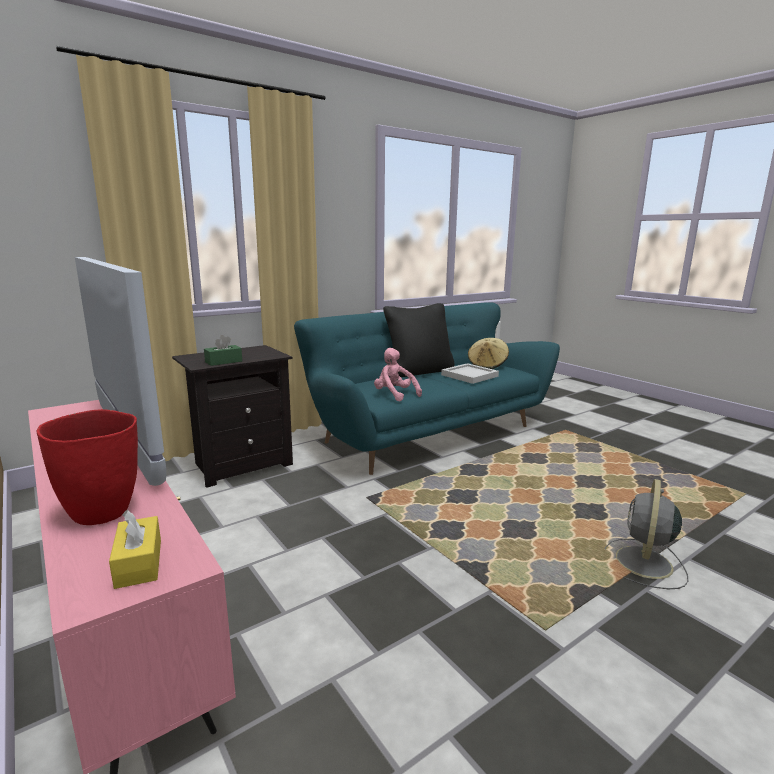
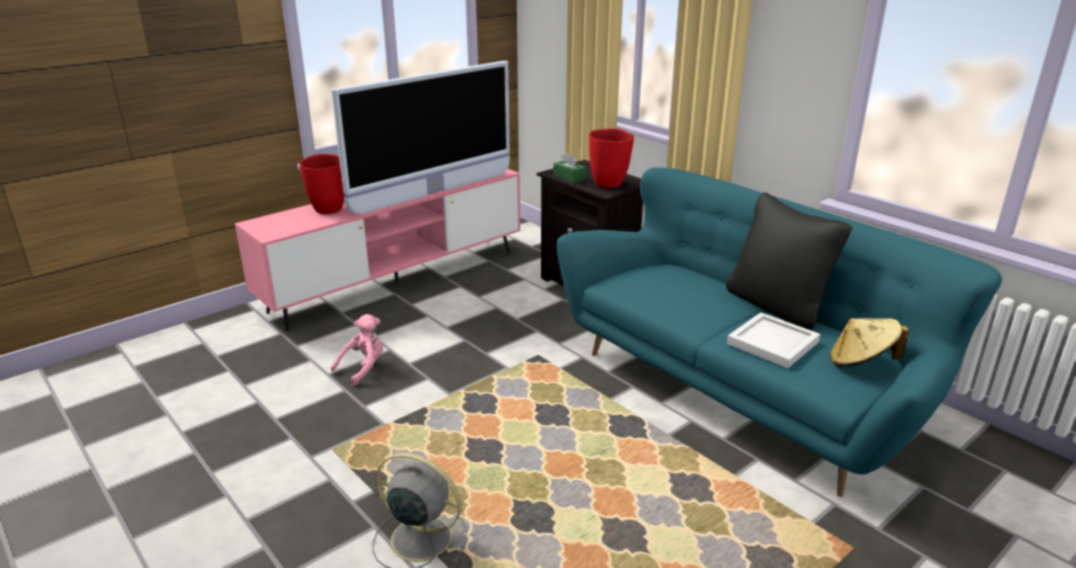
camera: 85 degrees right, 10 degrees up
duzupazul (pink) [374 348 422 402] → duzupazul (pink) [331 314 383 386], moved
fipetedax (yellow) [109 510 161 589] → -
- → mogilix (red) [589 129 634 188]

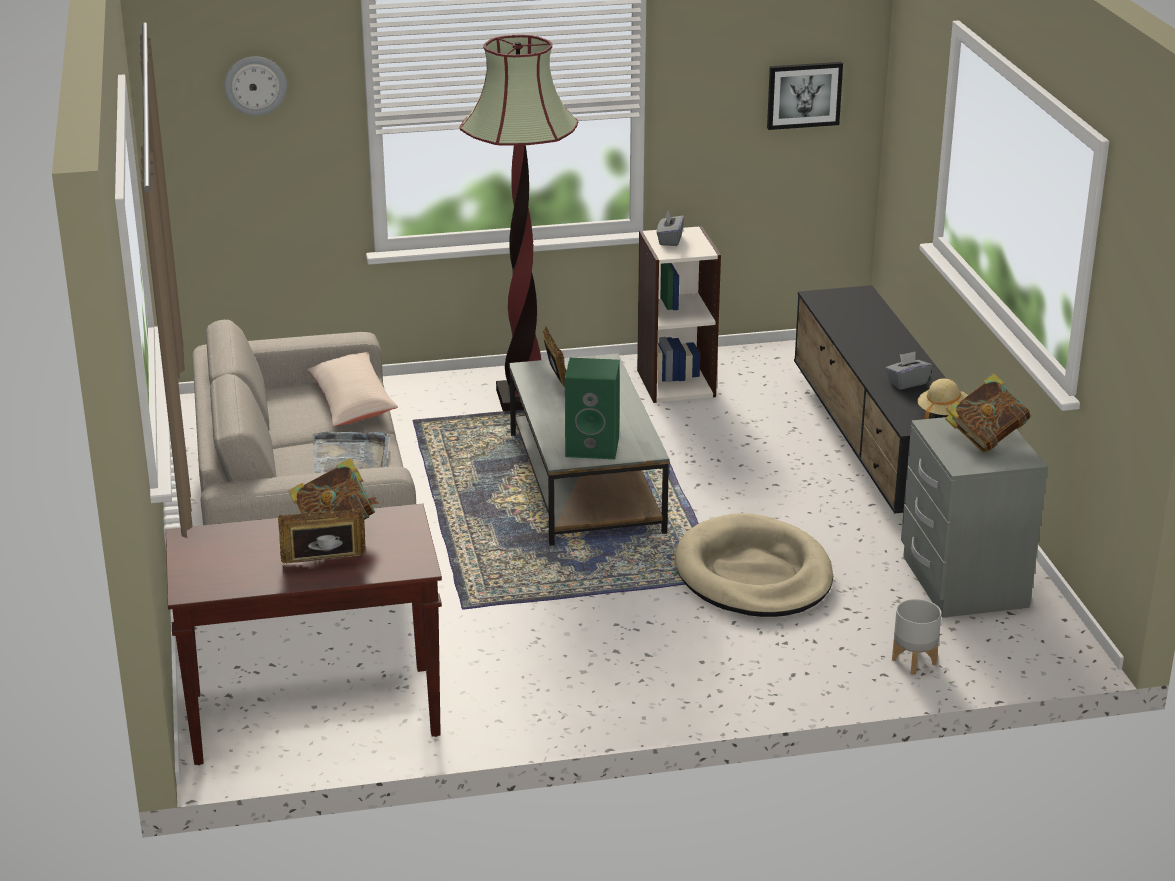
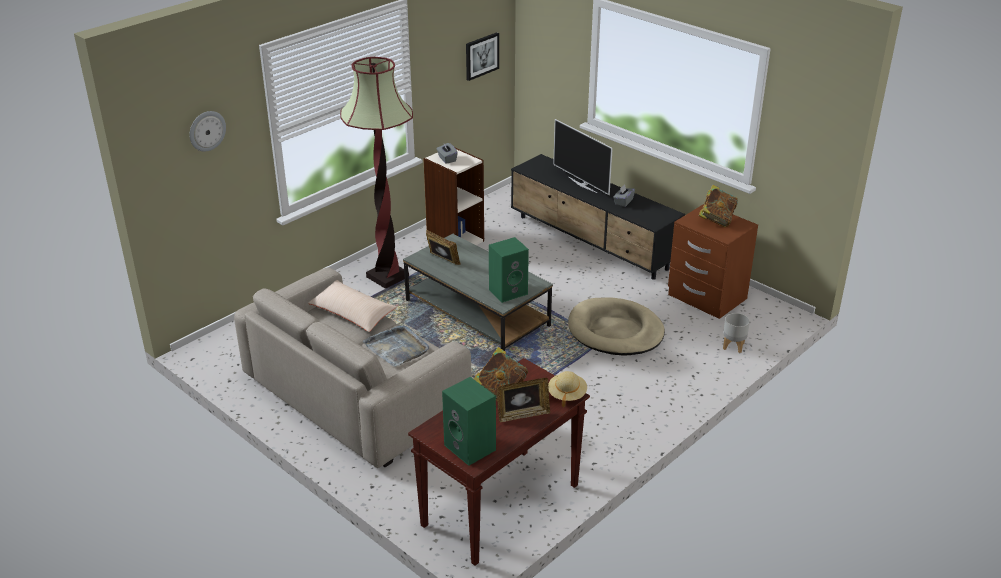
camera: 35 degrees left, 5 degrees up
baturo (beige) [917 378 968 419] → baturo (beige) [548 371 587 407], moved
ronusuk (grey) [901 417 1048 618] → ronusuk (brown) [668 204 758 319]
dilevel [278 508 365 564] → dilevel [497 378 550 422], 150 degrees counterclockwise
- → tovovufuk [553 119 613 195]
- → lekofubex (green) [442 377 496 466]

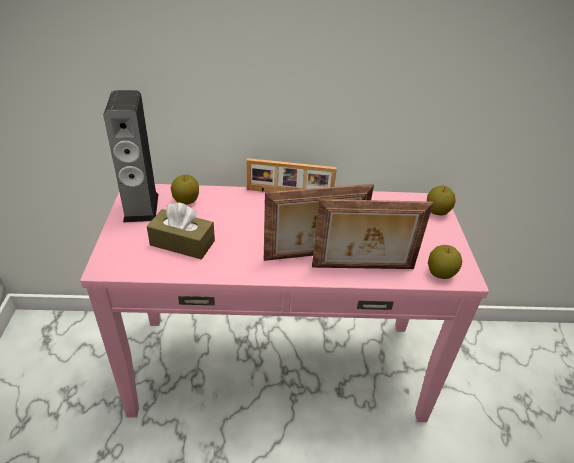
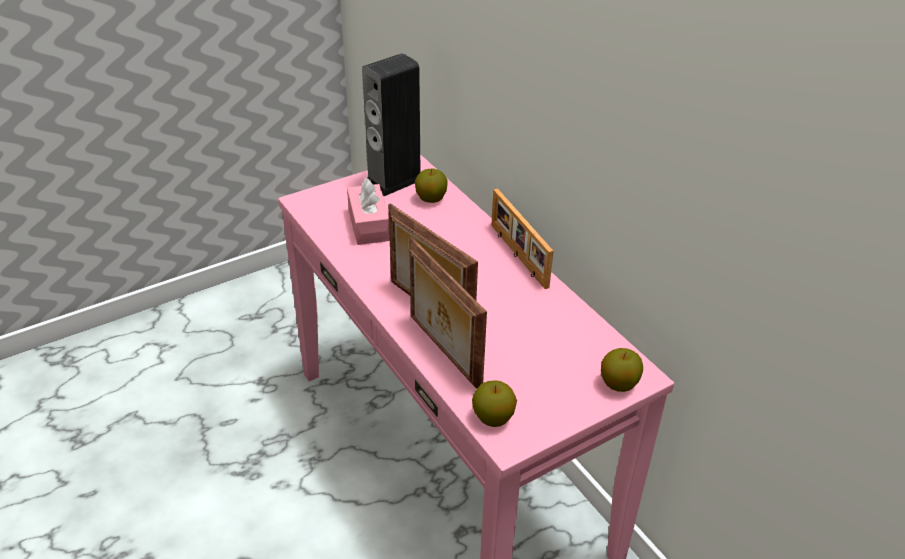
camera: 60 degrees right, 0 degrees up
fipetedax (brown) [147 202 215 259] → fipetedax (pink) [347 178 390 245]

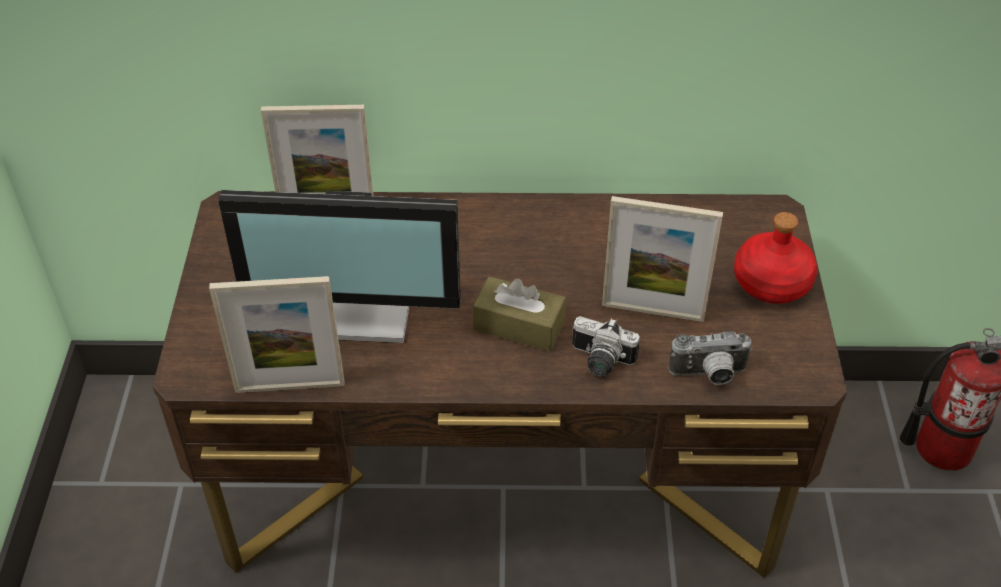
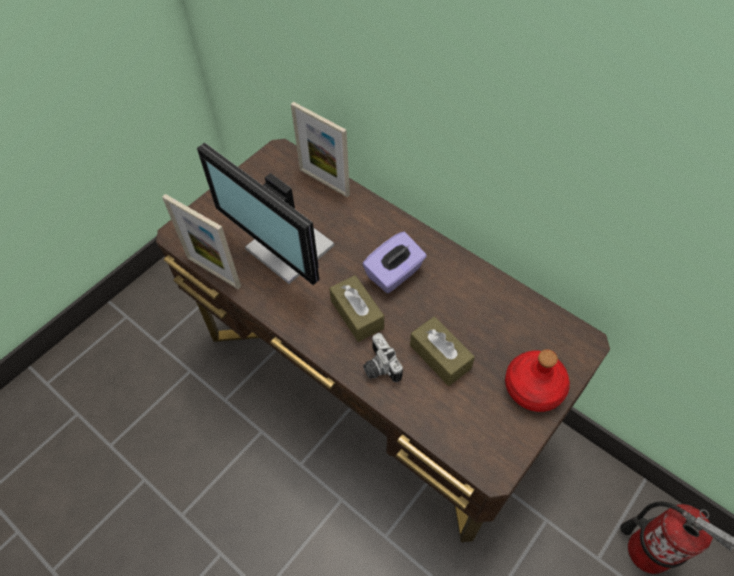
camera: 40 degrees right, 10 degrees up
dilevel [602 196 723 322] → fipetedax (brown) [410 316 475 386]
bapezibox [668 331 753 385] → -
- → fipetedax (purple) [362 231 427 293]

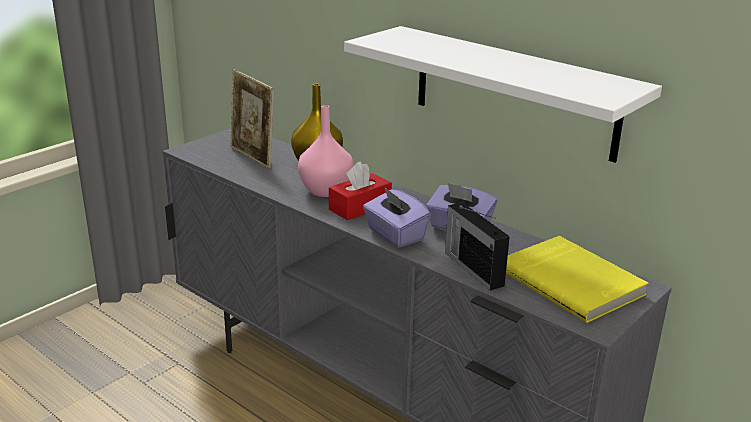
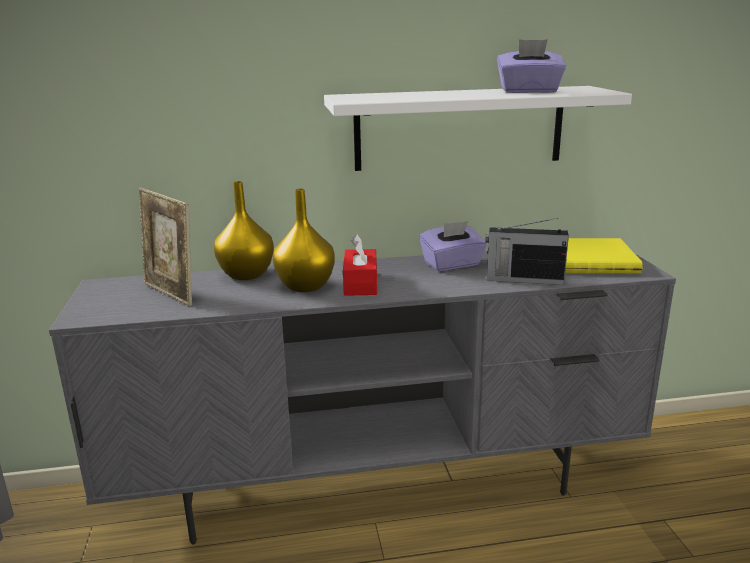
camera: 50 degrees left, 5 degrees down
dilevel [230 69 274 169] → dilevel [139 188 192 306], 45 degrees clockwise
mogilix (pink) [298 105 354 197] → mogilix (yellow) [273 189 335 292]
fipetedax (purple) [363 187 431 248] → fipetedax (purple) [497 39 566 93], moved

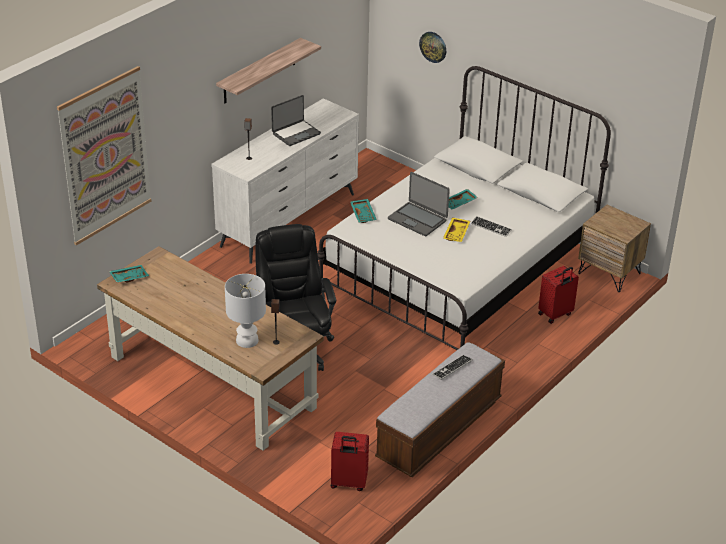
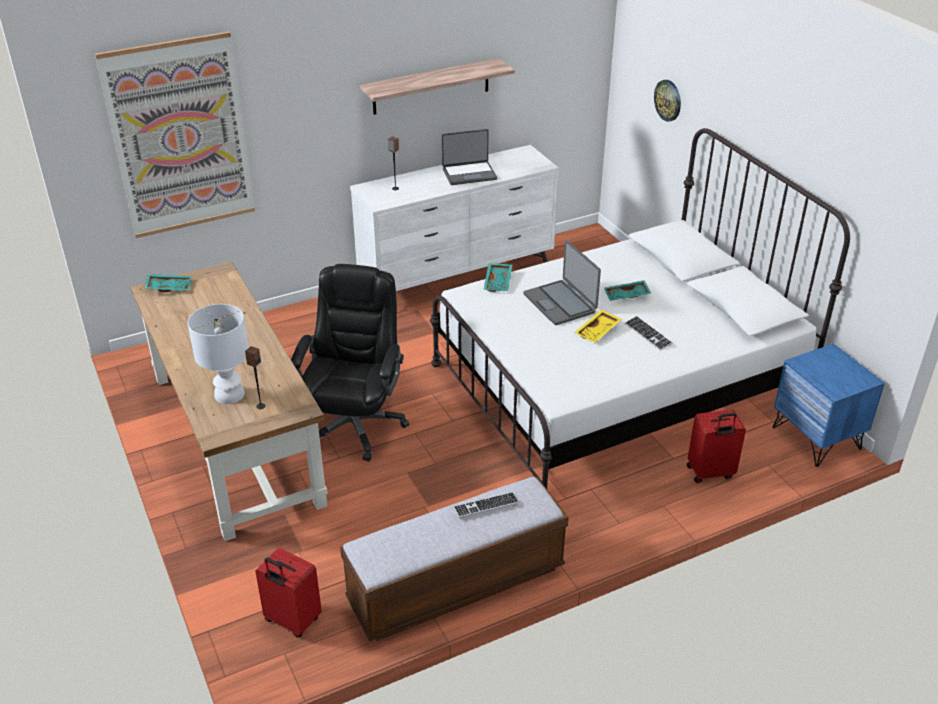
camera: 25 degrees right, 0 degrees up
ronusuk (brown) [578 205 651 292] → ronusuk (blue) [772 344 885 467]

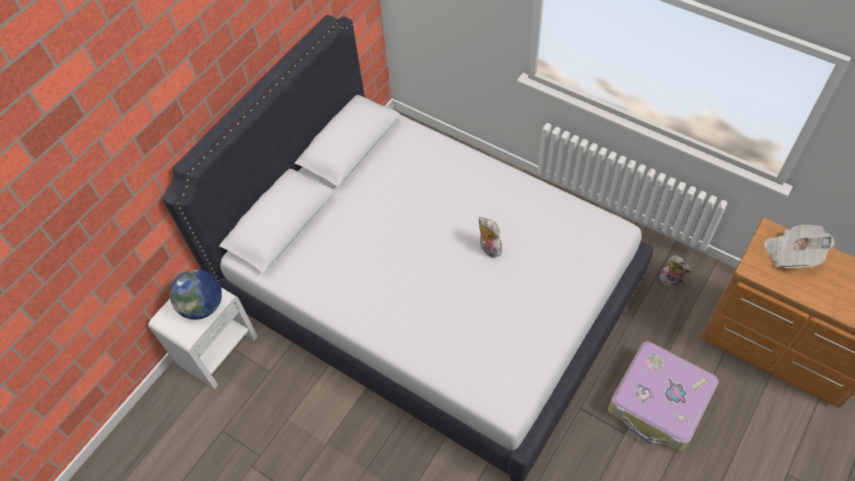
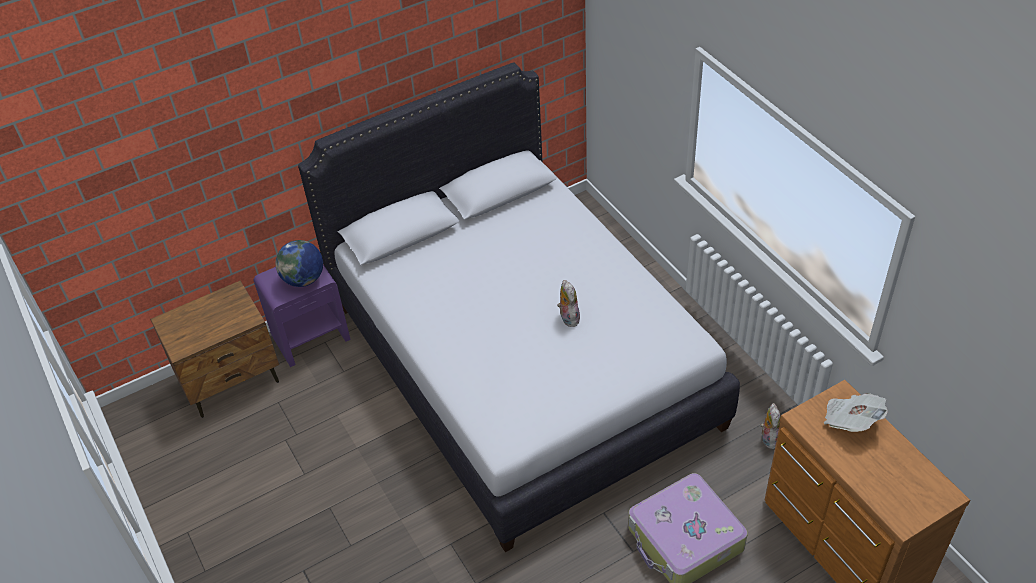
camera: 25 degrees right, 10 degrees down
duzupazul [660 255 692 289] → duzupazul [760 403 781 449], 150 degrees counterclockwise
ronusuk (white) [148 287 258 389] → ronusuk (purple) [253 265 351 367]
- → ronusuk (brown) [150 280 279 418]

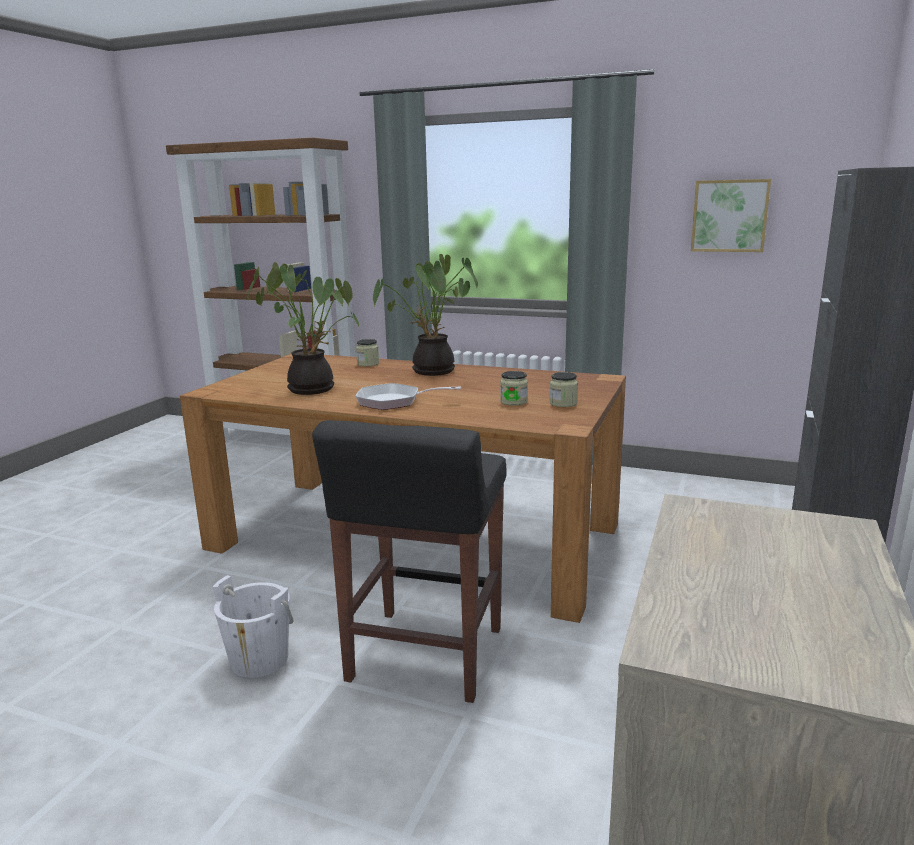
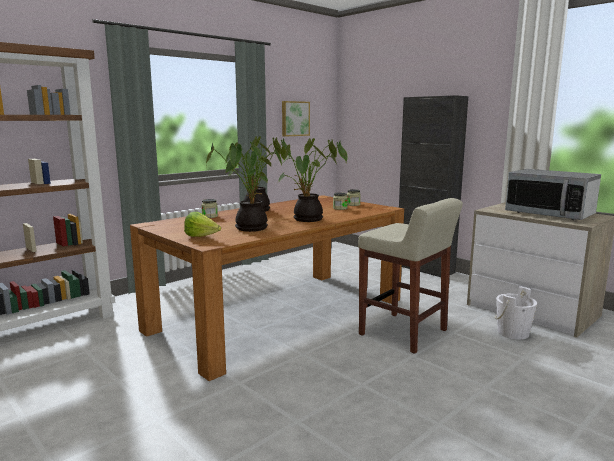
camera: 65 degrees left, 5 degrees down
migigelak [355 383 461 410] → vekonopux [278 138 348 222]
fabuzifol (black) [312 420 507 703] → fabuzifol (beige) [358 198 463 353]
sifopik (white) [213 575 293 678] → sifopik (white) [495 286 537 340], moved
- → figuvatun [505 169 601 220]
- → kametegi [184 212 221 237]

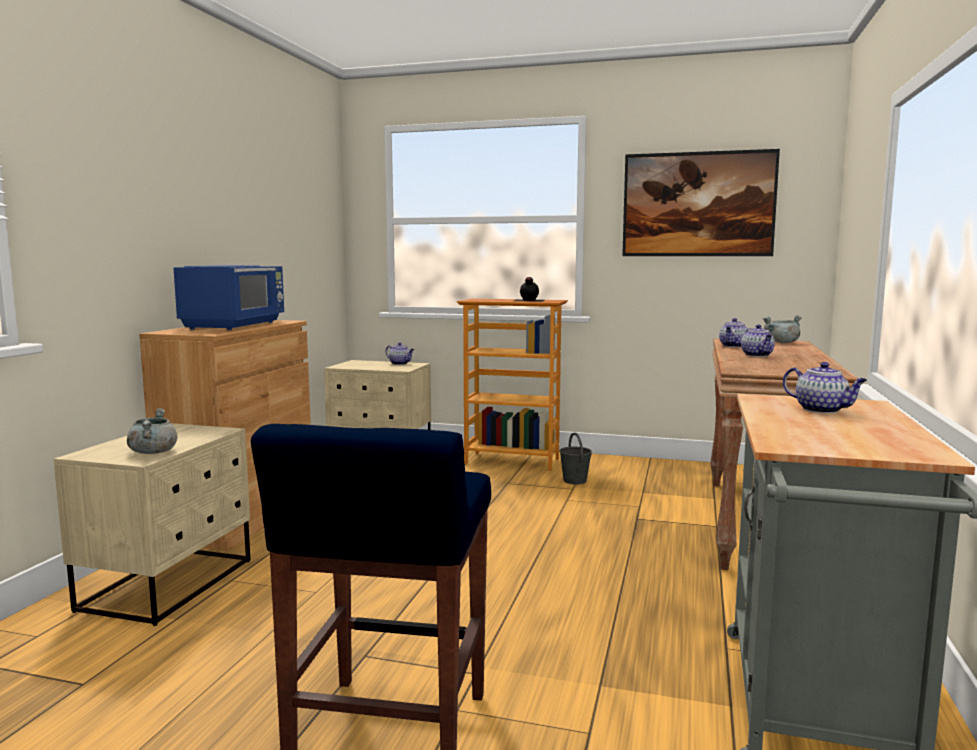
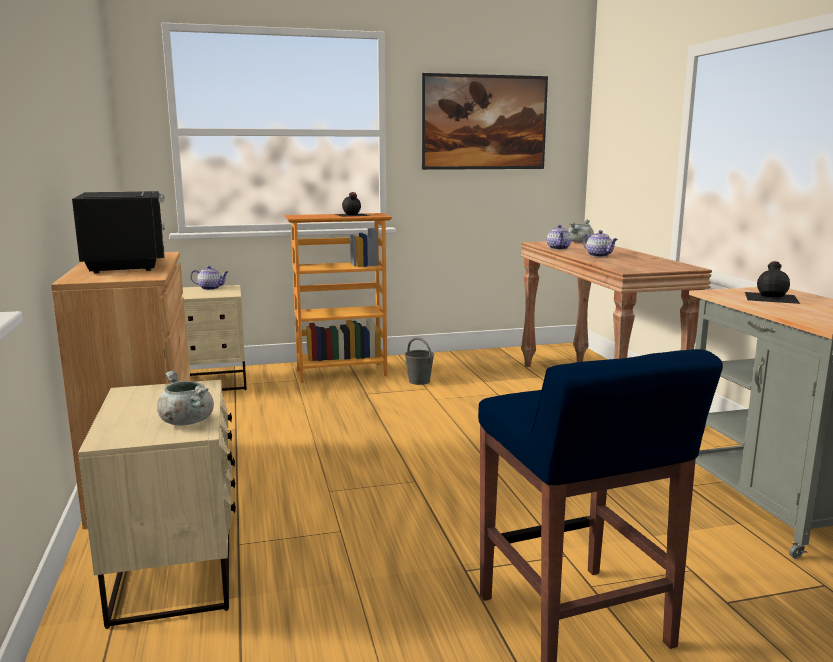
camera: 30 degrees left, 5 degrees up
figuvatun (blue) [173 265 284 330] → figuvatun (black) [72 191 165 273]
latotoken [783 362 867 413] → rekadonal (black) [745 261 800 304]

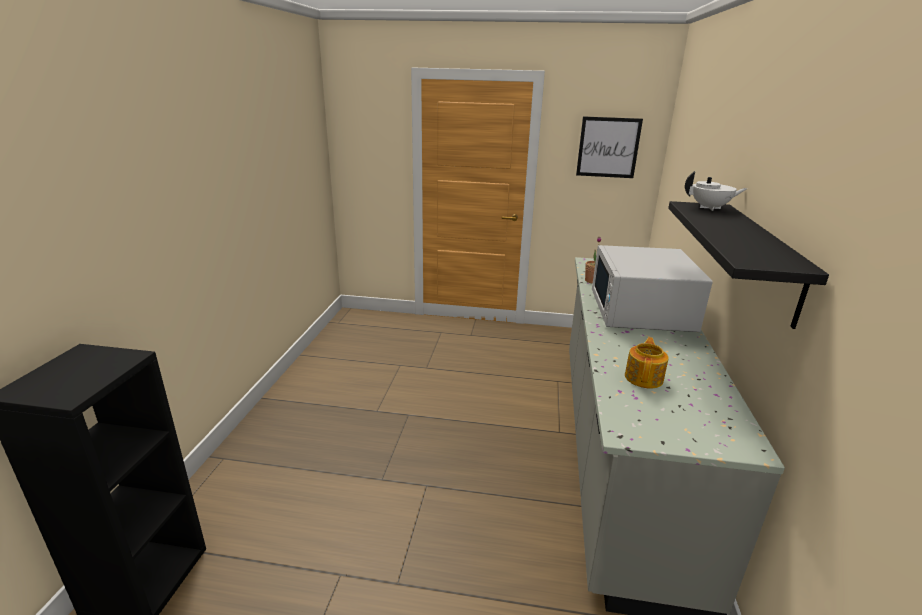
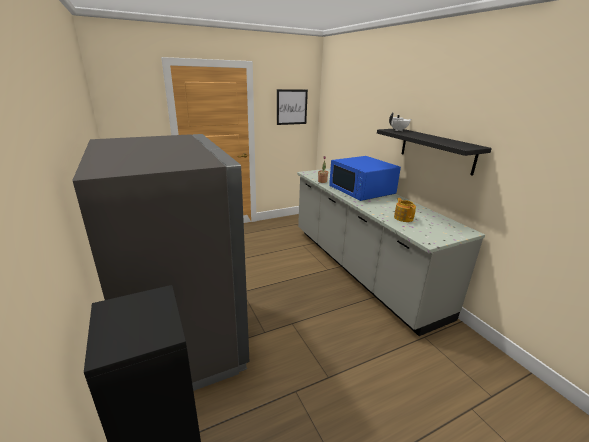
camera: 35 degrees left, 0 degrees up
figuvatun (white) [592 245 712 332] → figuvatun (blue) [329 156 401 201]
- → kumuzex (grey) [73 134 249 391]

